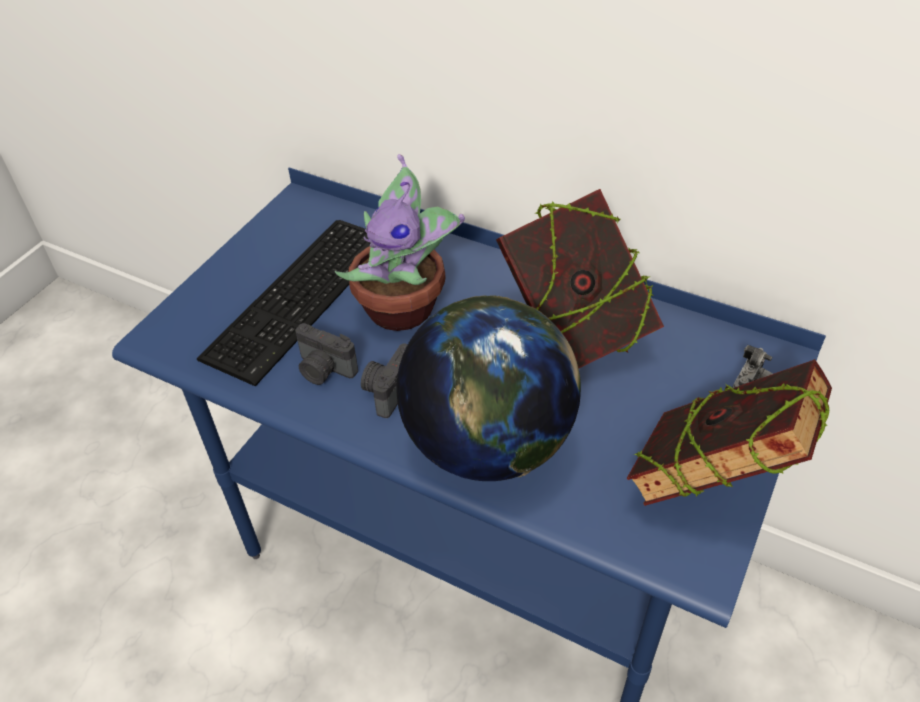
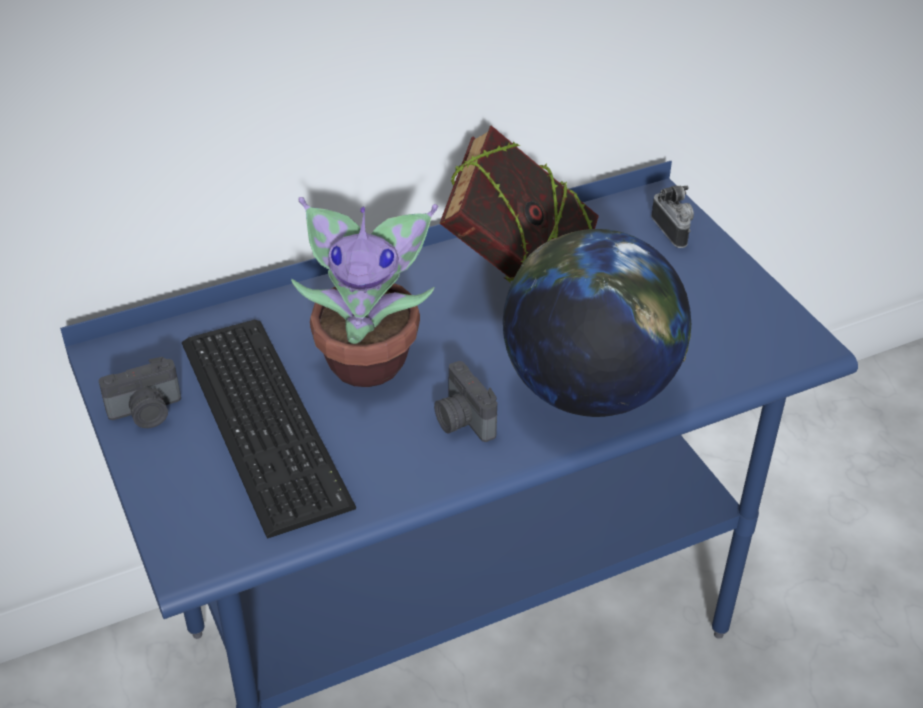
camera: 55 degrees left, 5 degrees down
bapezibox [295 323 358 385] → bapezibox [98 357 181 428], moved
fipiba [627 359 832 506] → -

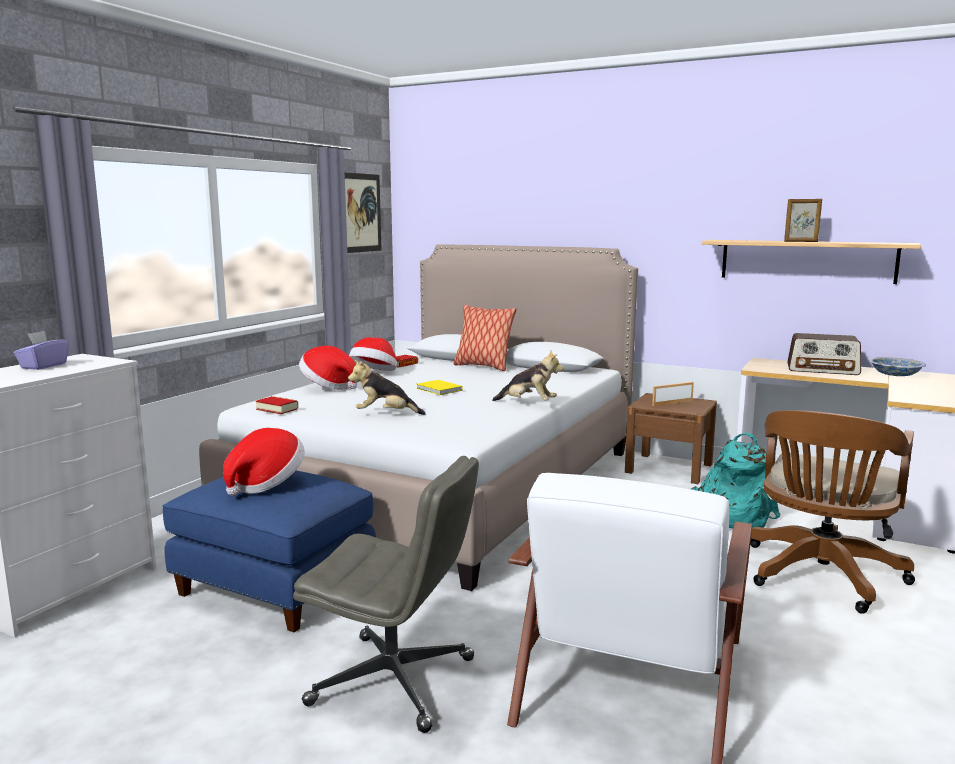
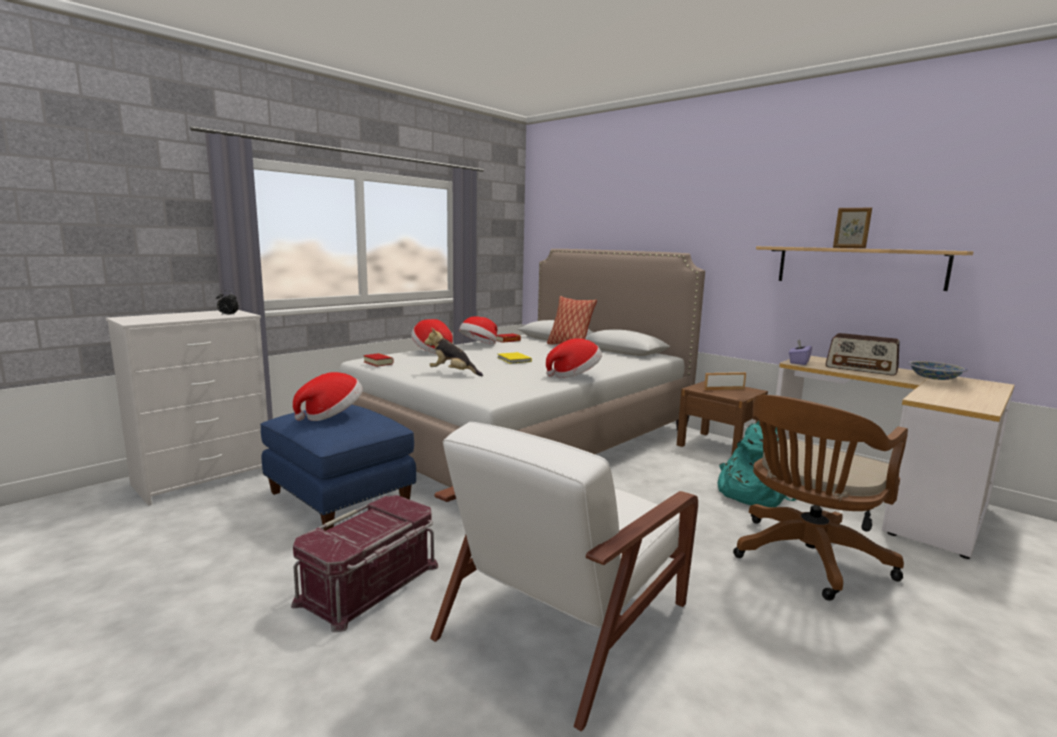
camera: 15 degrees right, 0 degrees up
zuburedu [345 172 382 253] → -
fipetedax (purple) [13 331 69 370] → fipetedax (purple) [789 340 812 365], moved
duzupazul [492 350 564 401] → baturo [546 338 602 378]
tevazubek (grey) [293 456 479 733] → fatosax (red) [291 495 438 632]
- → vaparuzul [216 290 239 316]

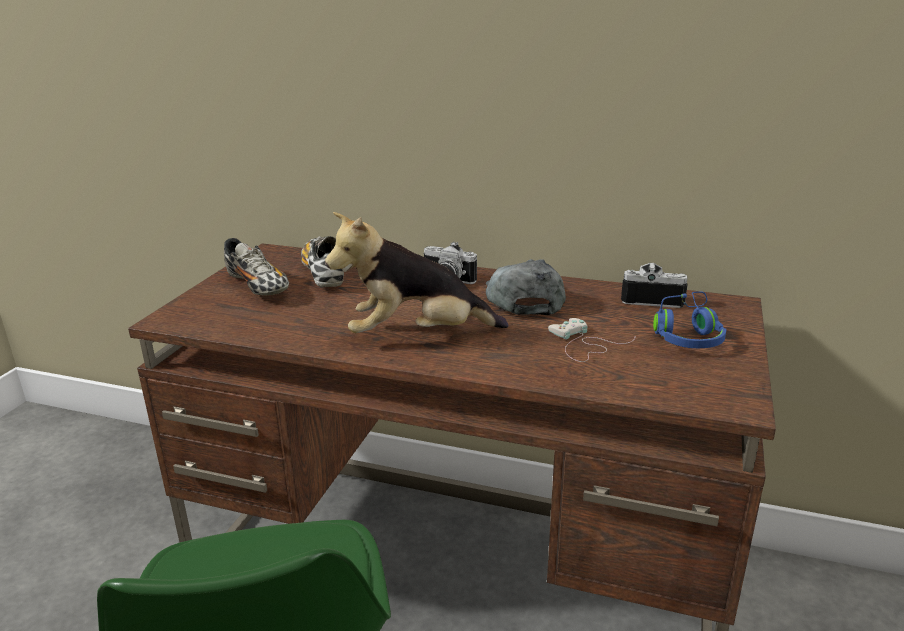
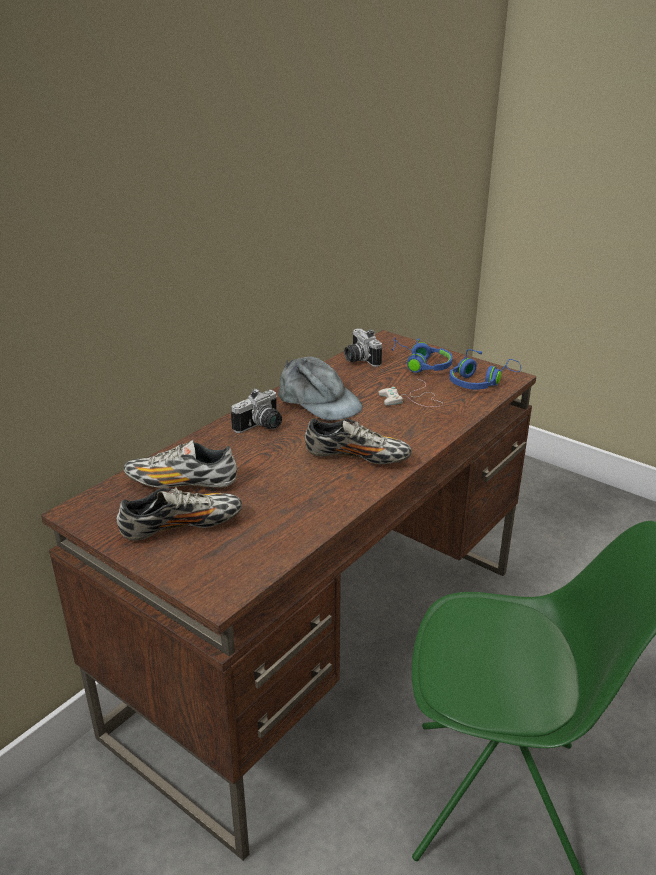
camera: 70 degrees left, 5 degrees up
duzupazul [325 212 509 333] → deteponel [305 418 412 464]
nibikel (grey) [486 259 566 315] → nibikel (grey) [278 357 363 420], 150 degrees counterclockwise
bapezibox [621 263 688 308] → bapezibox [344 328 382 367], 60 degrees counterclockwise
- → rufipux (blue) [449 349 521 390]

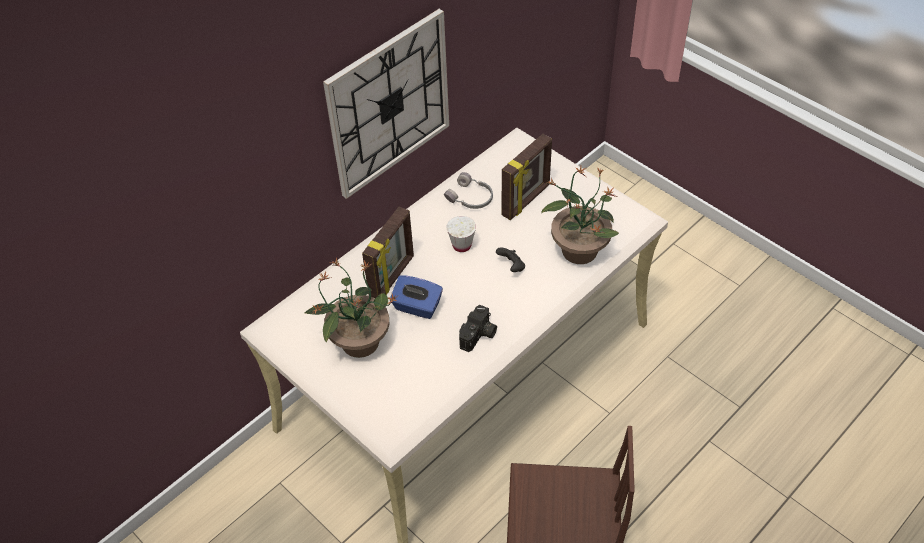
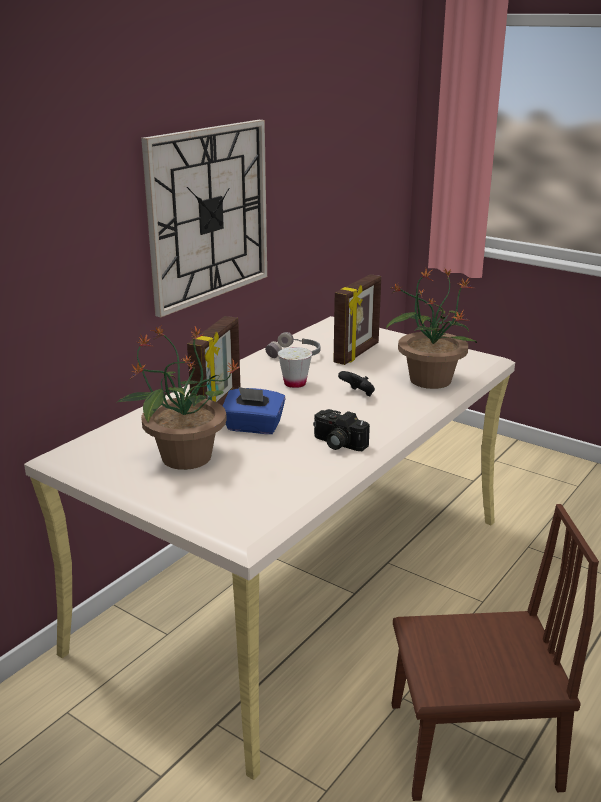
camera: 10 degrees left, 25 degrees down
bapezibox [459 305 497 352] → bapezibox [313 409 370 451], 105 degrees clockwise

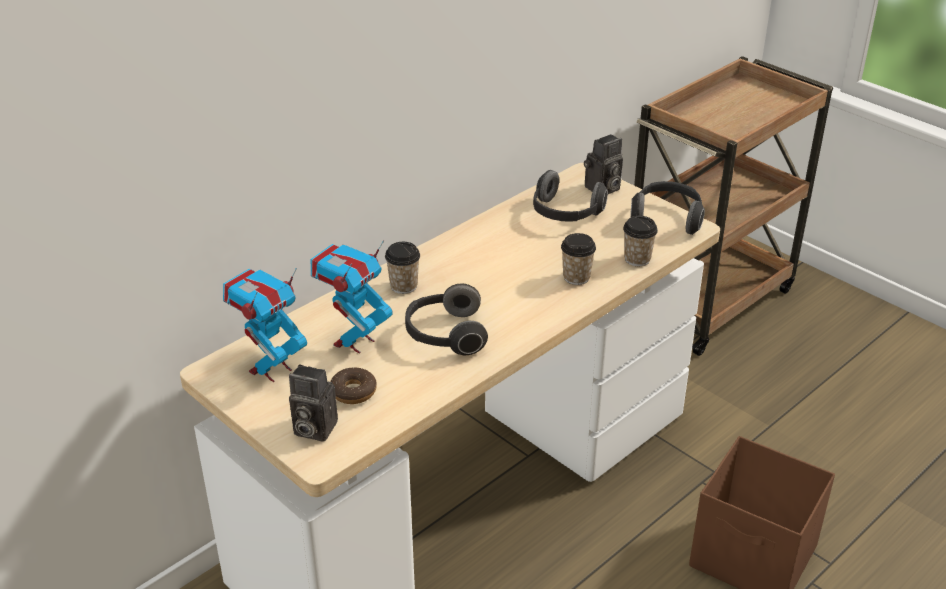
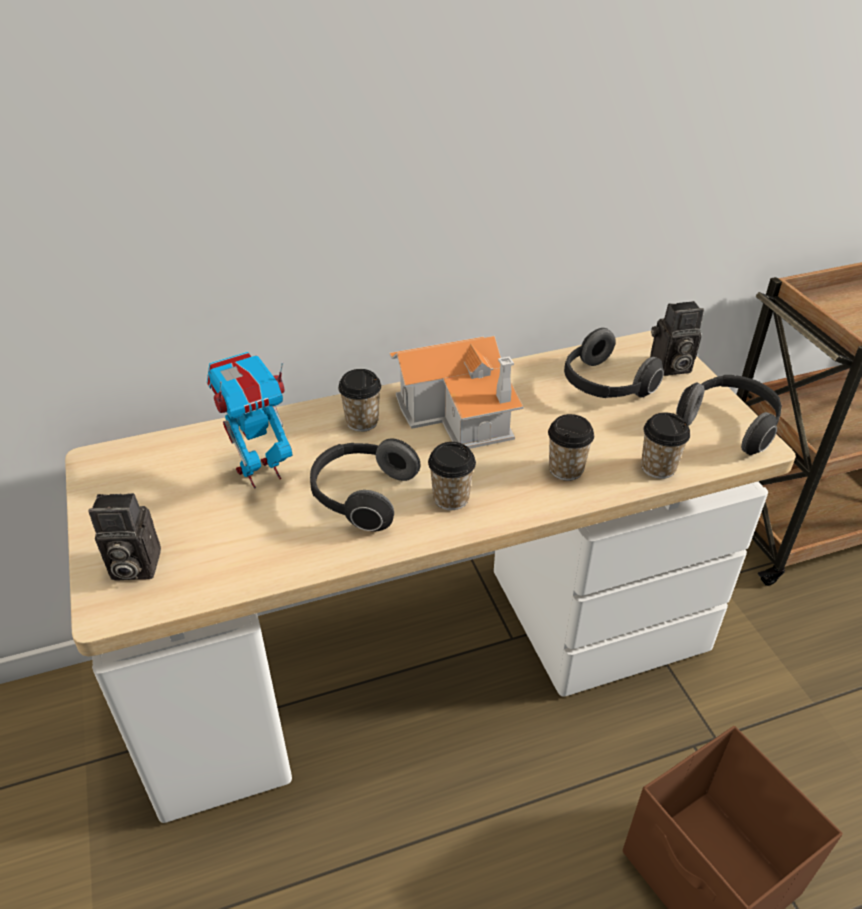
camera: 25 degrees right, 5 degrees up
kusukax [223 268 307 382] → -
bapezibox [289 364 338 442] → bapezibox [88 493 161 580], 45 degrees counterclockwise
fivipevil [330 368 377 404] → -
- → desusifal [389 336 524 449]
- → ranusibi [428 442 476 510]

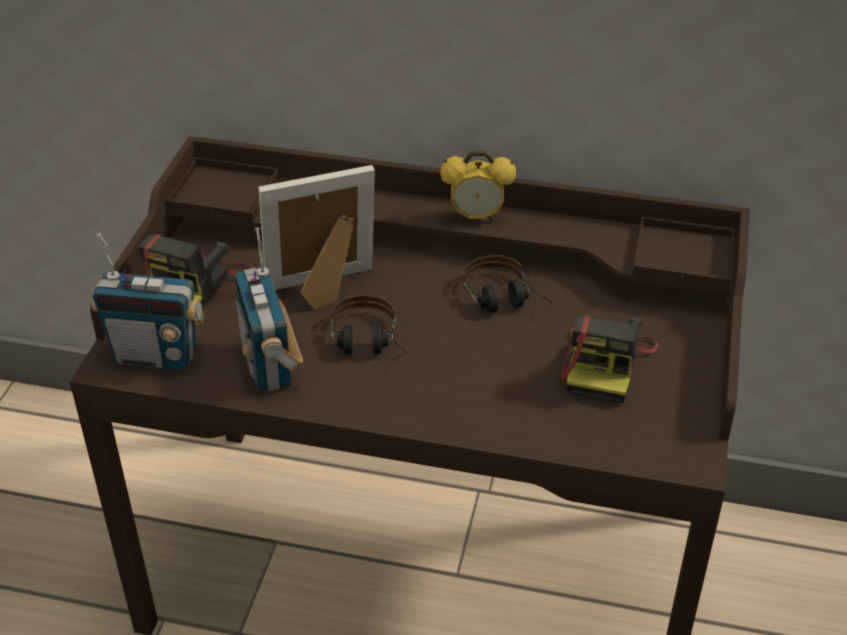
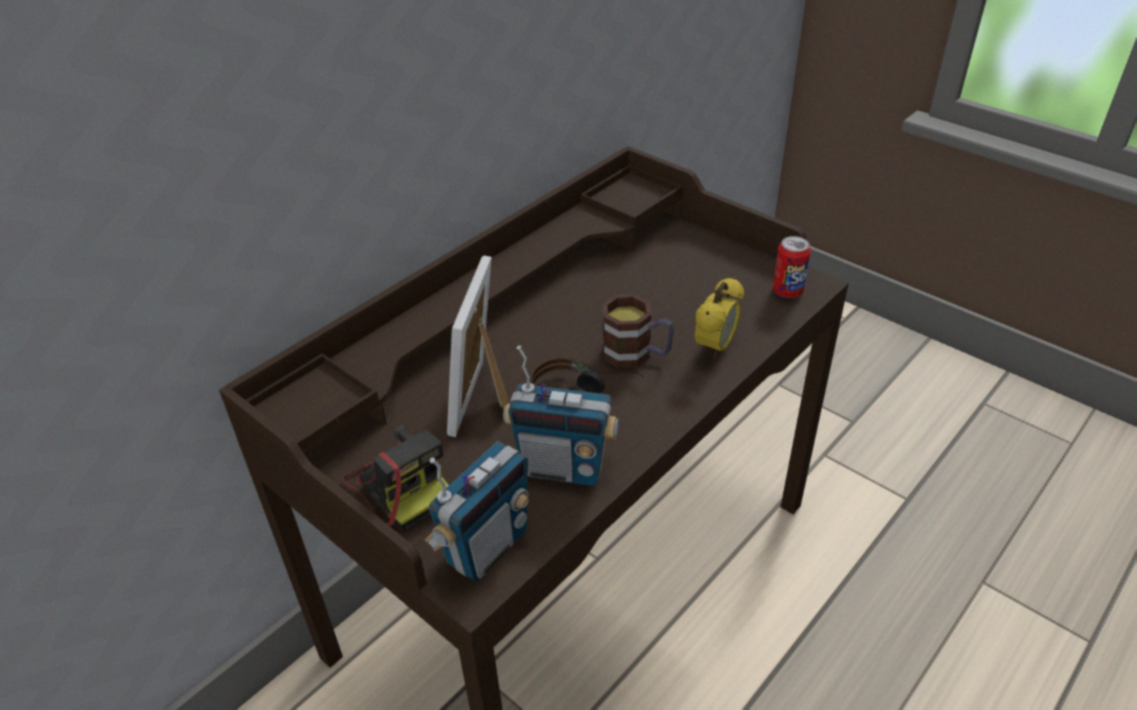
camera: 60 degrees left, 0 degrees up
vaparuzul [441 151 516 222] → vaparuzul [694 277 744 359], moved
rufipux [463 255 553 313] → -
bapezibox [561 316 658 403] → -
- → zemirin [773 236 811 298]
- → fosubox [602 294 674 368]

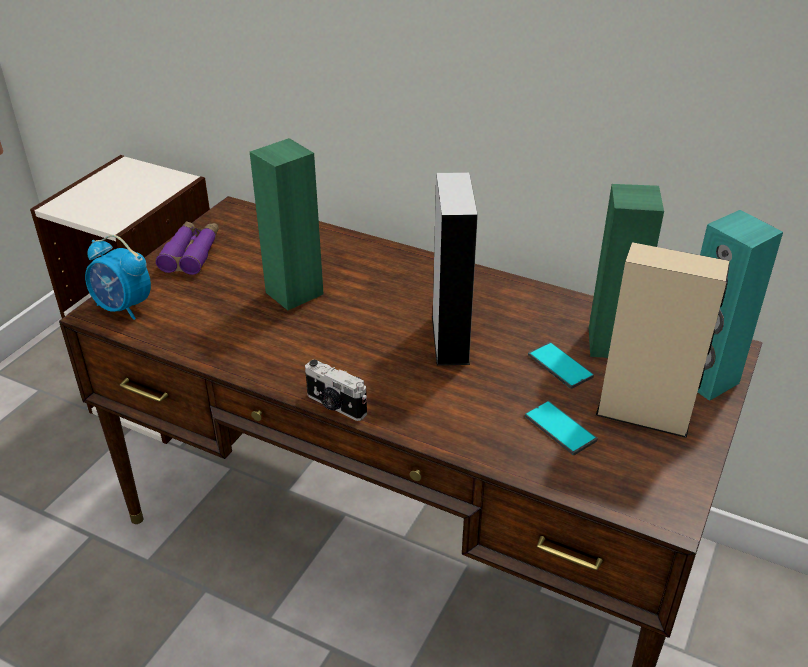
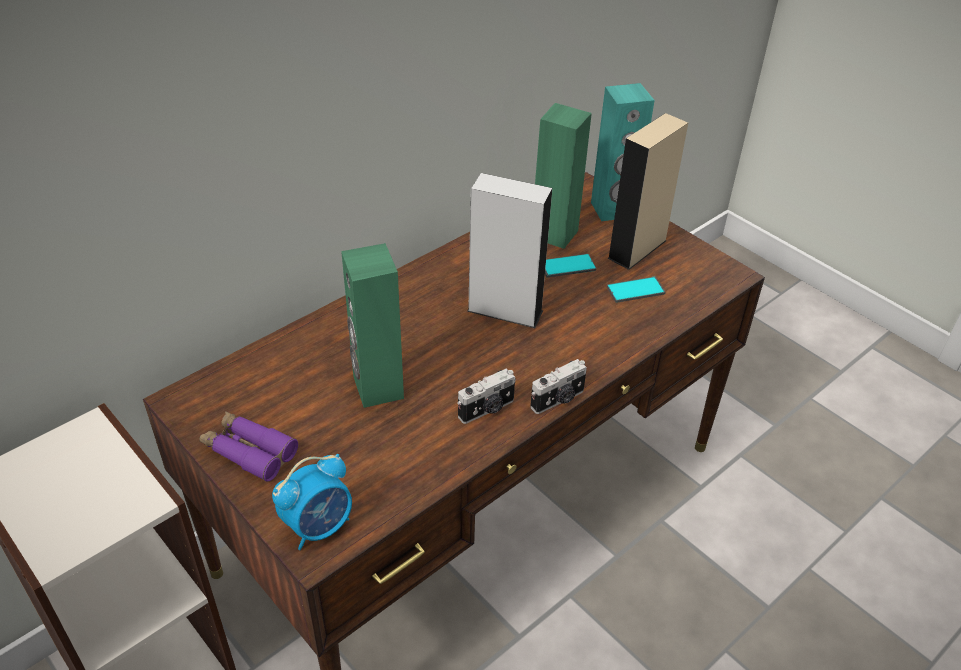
camera: 70 degrees left, 5 degrees up
- → bapezibox [458 368 516 424]

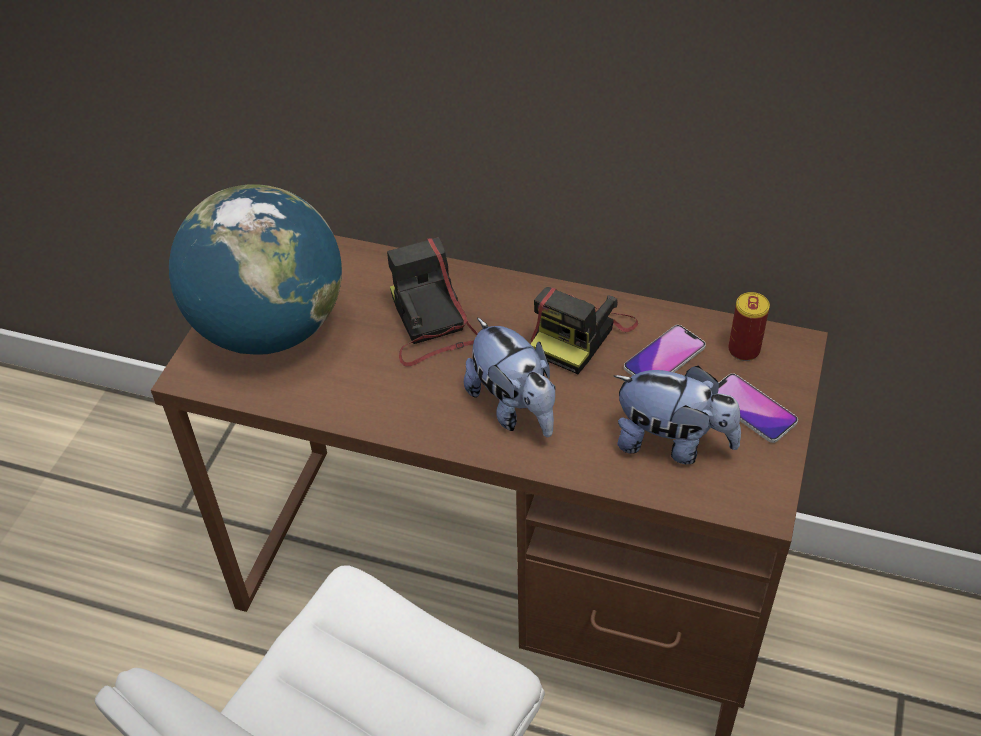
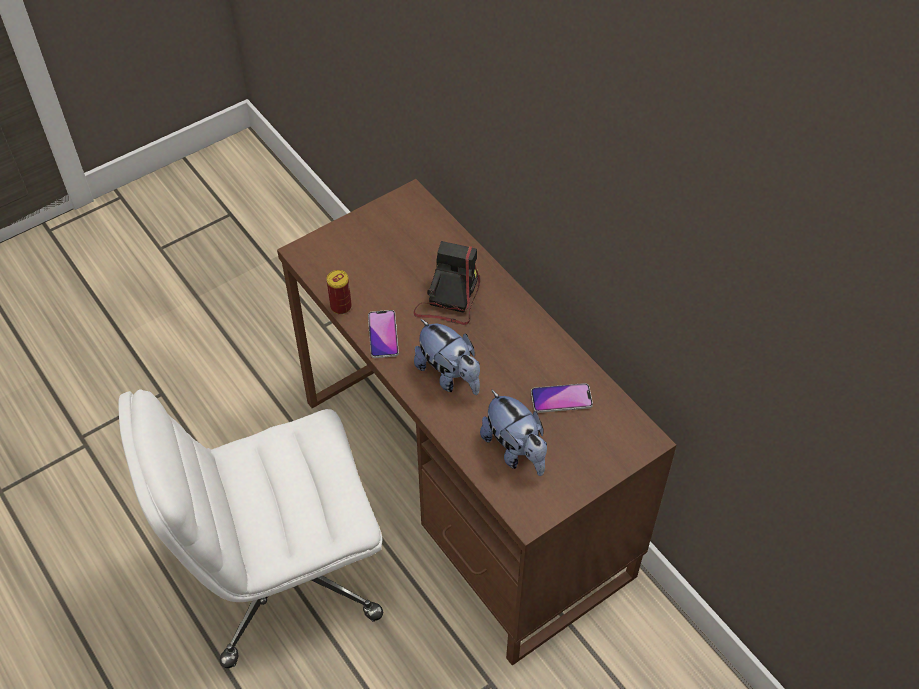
camera: 35 degrees right, 5 degrees up
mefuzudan [169 184 342 355] → -
bapezibox [531 287 638 374] → -
zemirin [728 292 770 361] → zemirin [327 270 352 314], moved
duzupazul [464 317 555 437] → duzupazul [414 319 480 395], 45 degrees counterclockwise
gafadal [718 373 798 443] → gafadal [368 310 399 358], moved

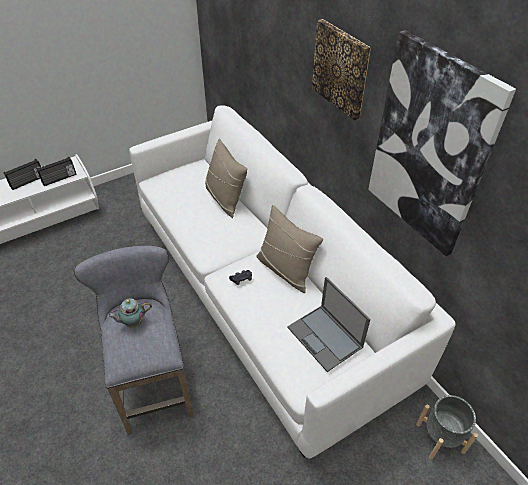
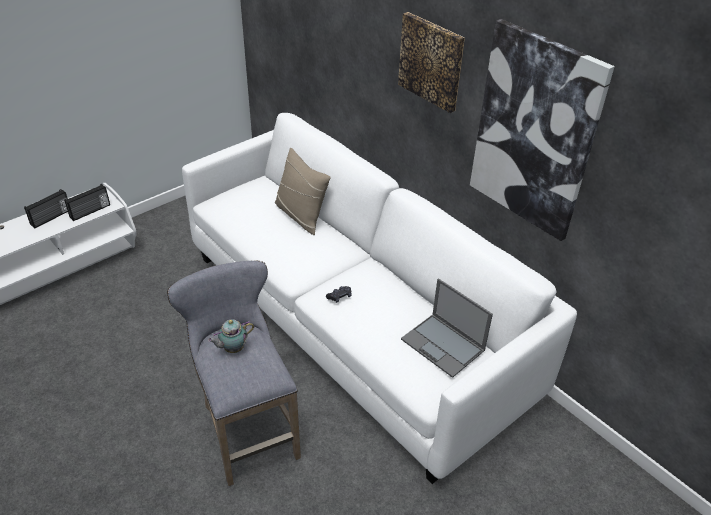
camera: 10 degrees left, 5 degrees down
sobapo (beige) [256 205 323 293] → -
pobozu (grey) [416 395 478 459] → -

